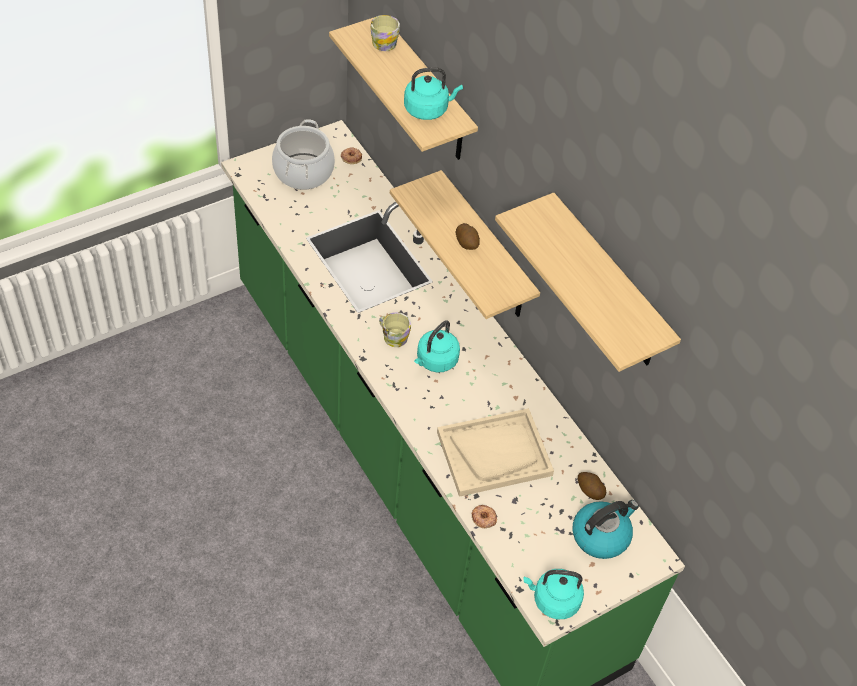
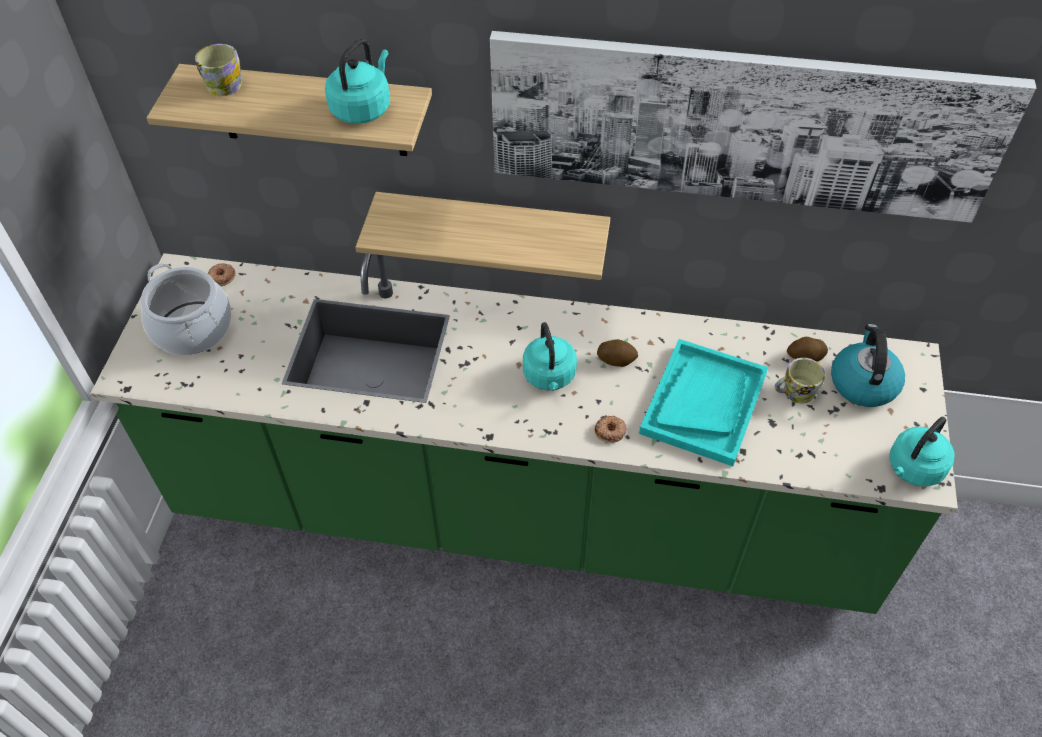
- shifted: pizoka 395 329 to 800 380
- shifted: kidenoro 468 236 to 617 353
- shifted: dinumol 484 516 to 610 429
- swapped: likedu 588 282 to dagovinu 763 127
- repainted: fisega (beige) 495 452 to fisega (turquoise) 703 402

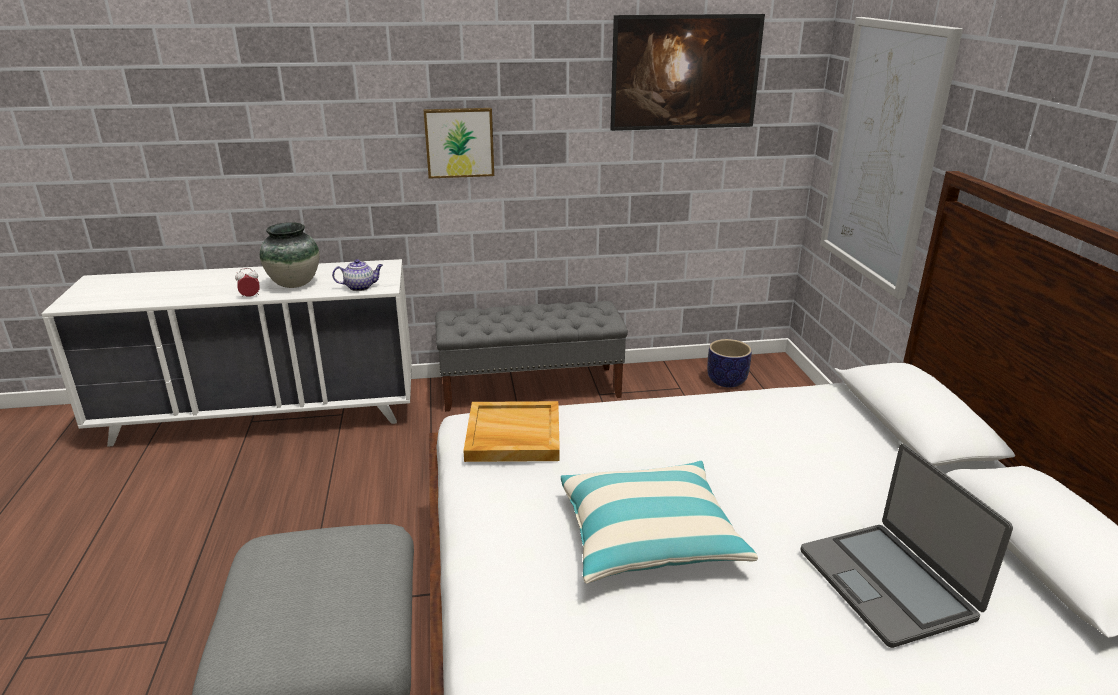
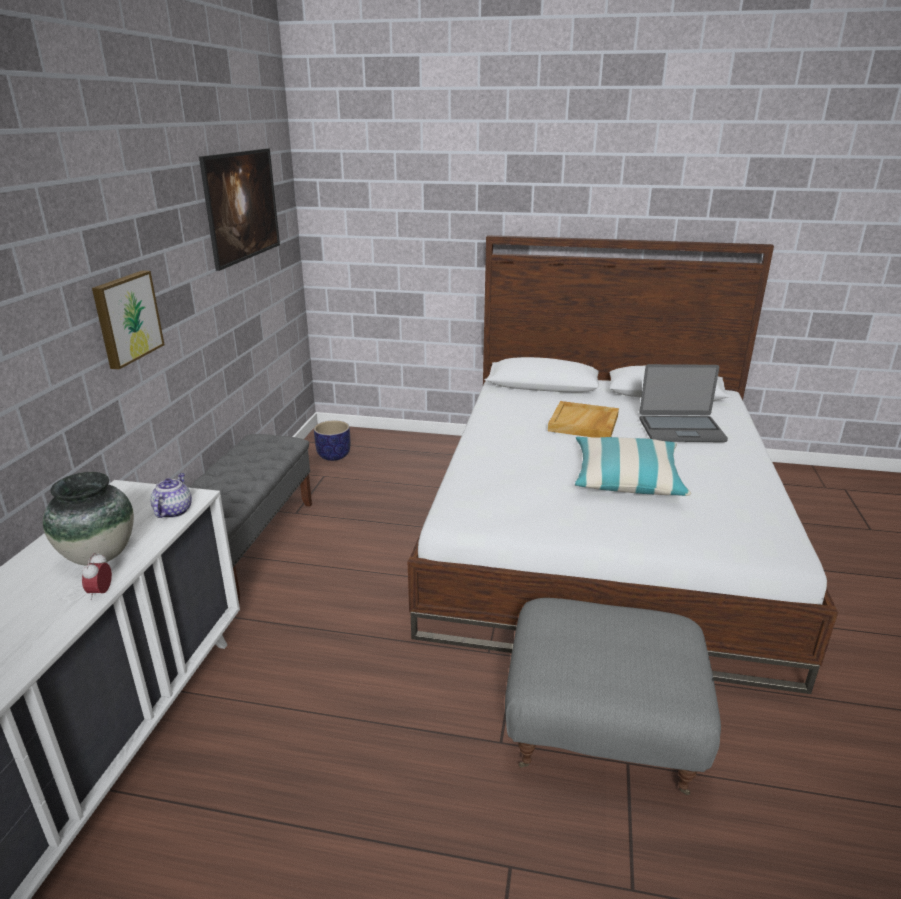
- gone: dagovinu 891 158
- shifted: fisega (beige) 511 431 to 583 419

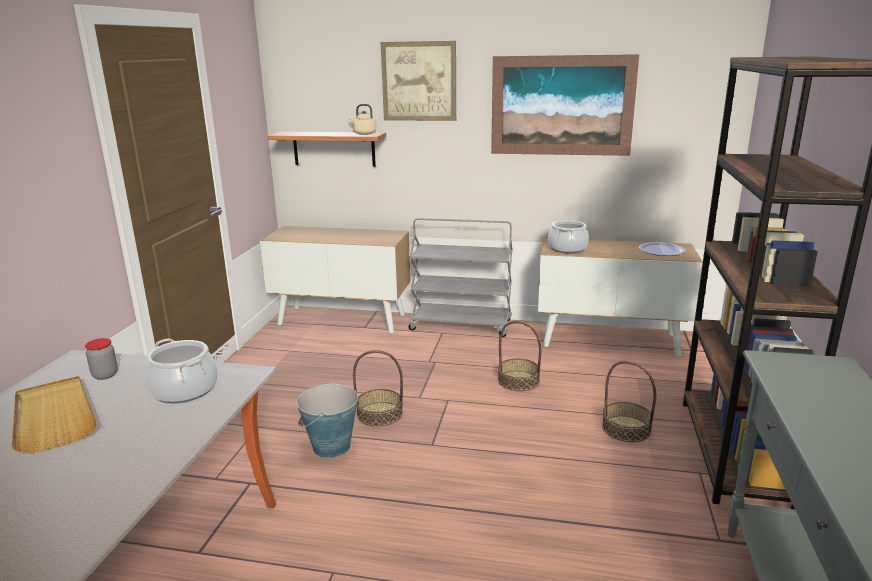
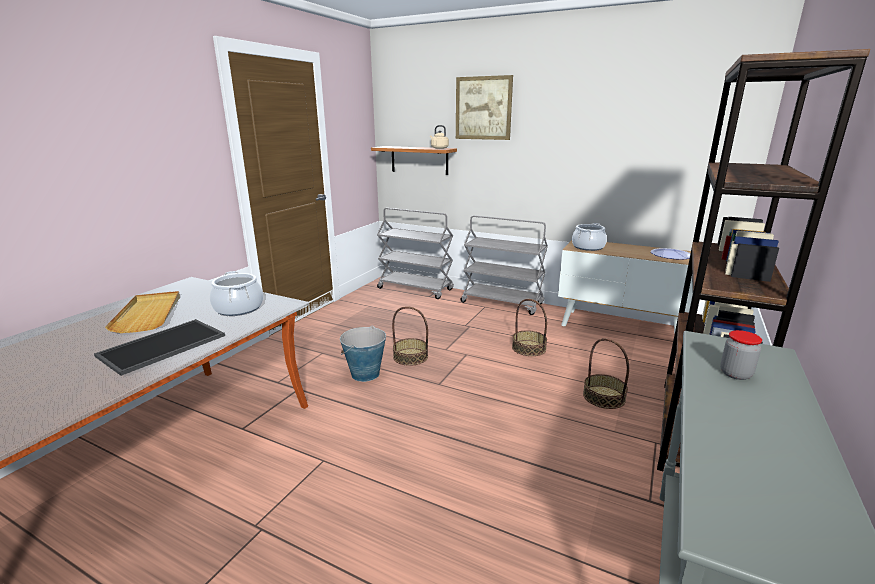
- gone: dagovinu 565 105
- new: fisega 159 347
- shifted: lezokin 101 359 to 741 355
- swapped: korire 335 279 to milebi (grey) 415 253

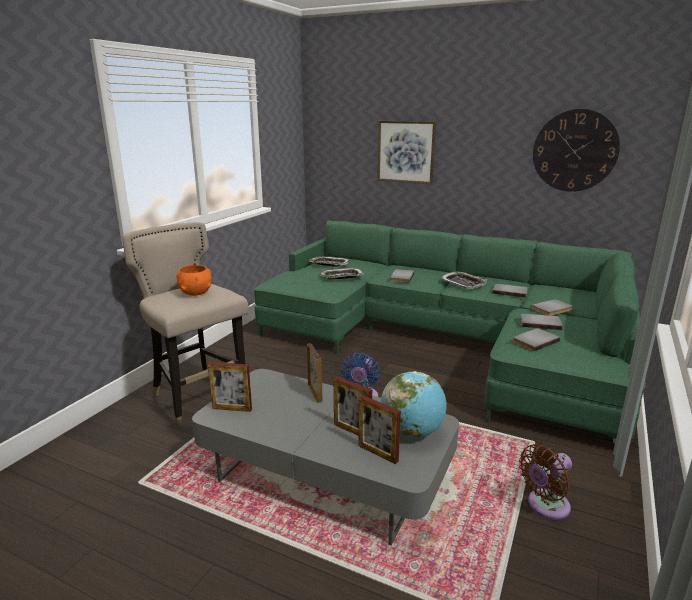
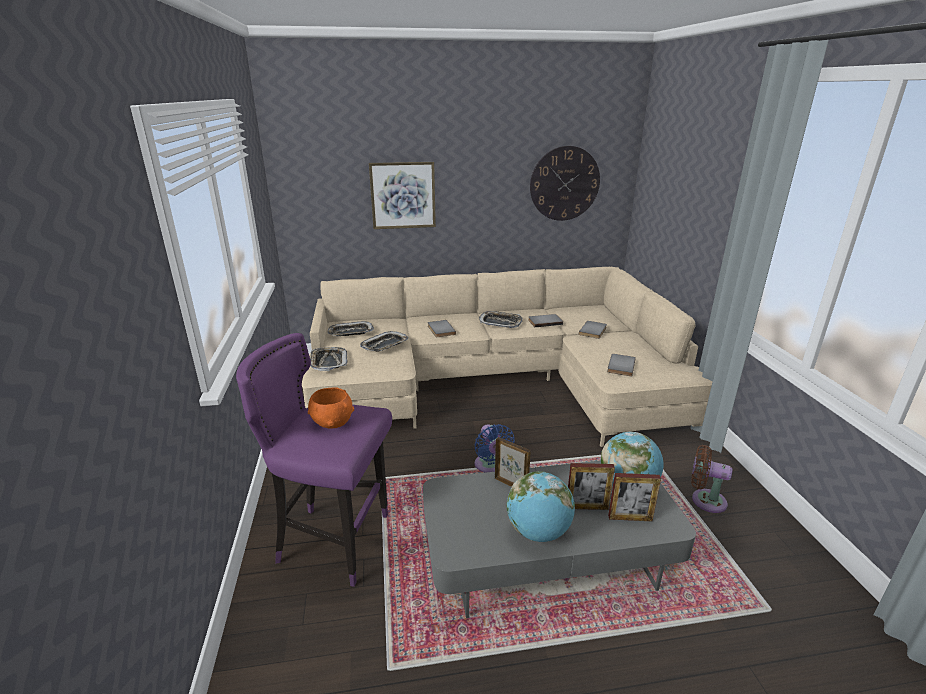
- gone: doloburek 230 387
- gone: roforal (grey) 541 321
- new: fisega 329 359
- new: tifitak 540 506
- repainted: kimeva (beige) 185 325 to kimeva (purple) 314 460
- repainted: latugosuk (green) 450 329 to latugosuk (beige) 507 357
- rotated: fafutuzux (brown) 545 481 = 711 479 90 degrees clockwise

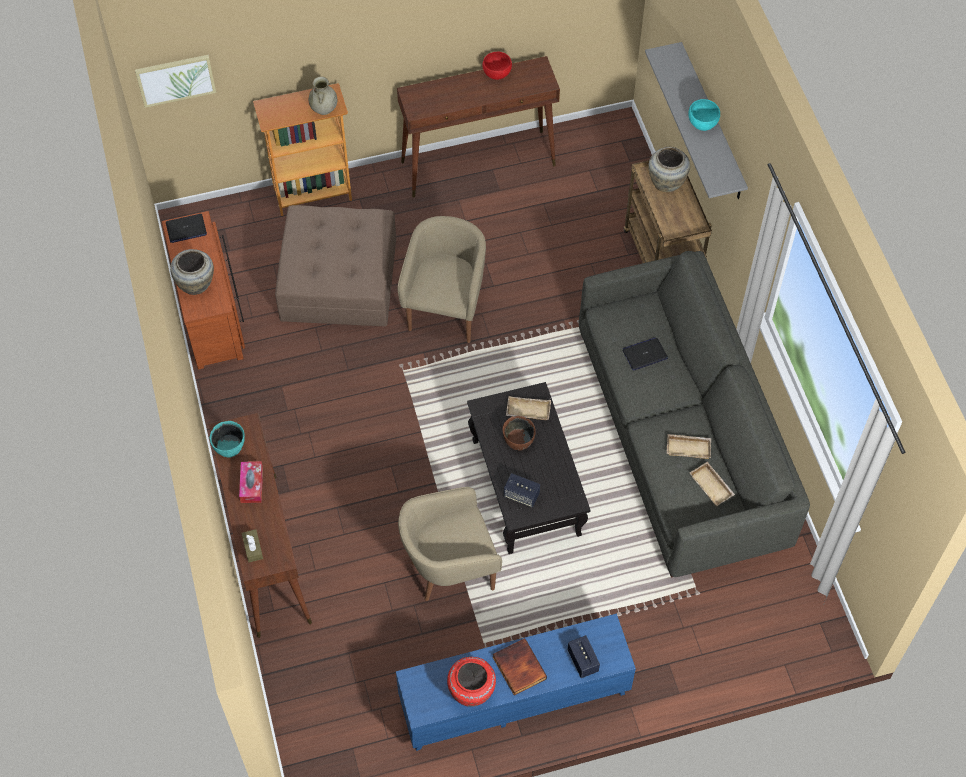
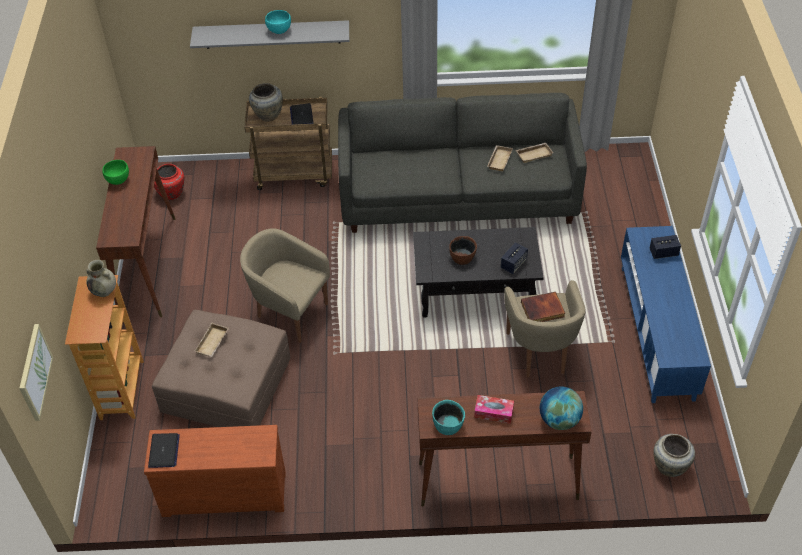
- shifted: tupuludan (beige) 192 272 to 674 455
- shifted: tupuludan (red) 471 682 to 169 182
- shifted: roforal 520 667 to 543 307
- shifted: fisega (beige) 528 408 to 211 339
- shifted: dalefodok 645 354 to 301 113
- swapped: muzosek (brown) 252 545 to tifitak 561 408
- repainted: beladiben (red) 497 66 to beladiben (green) 115 172

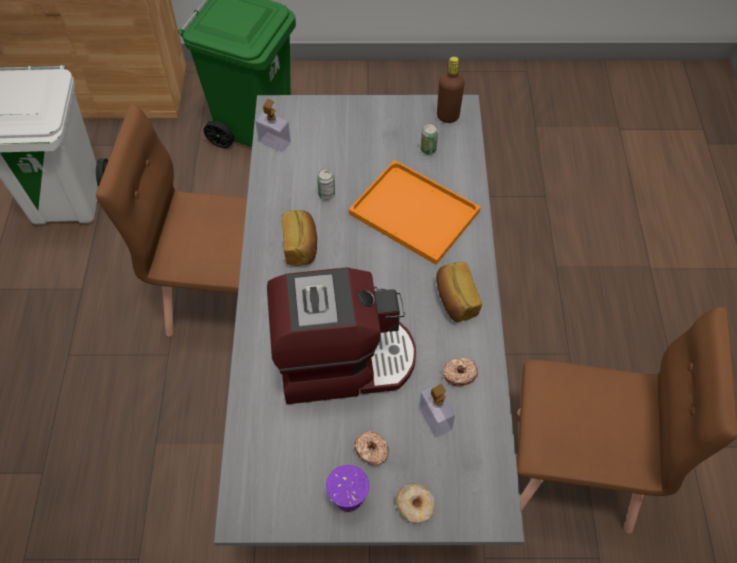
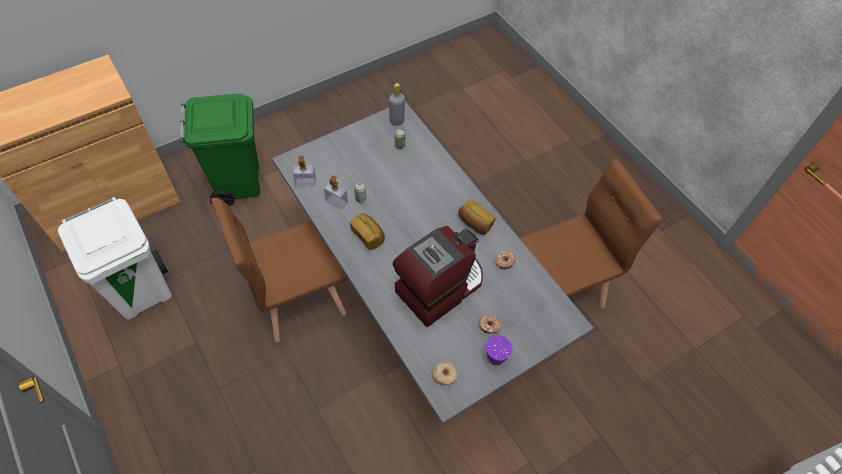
- gone: fisega (orange) 415 212
- shifted: dinumol 415 504 to 444 373
- shifted: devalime 437 410 to 336 192
- repainted: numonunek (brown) 451 89 to numonunek (grey) 397 104

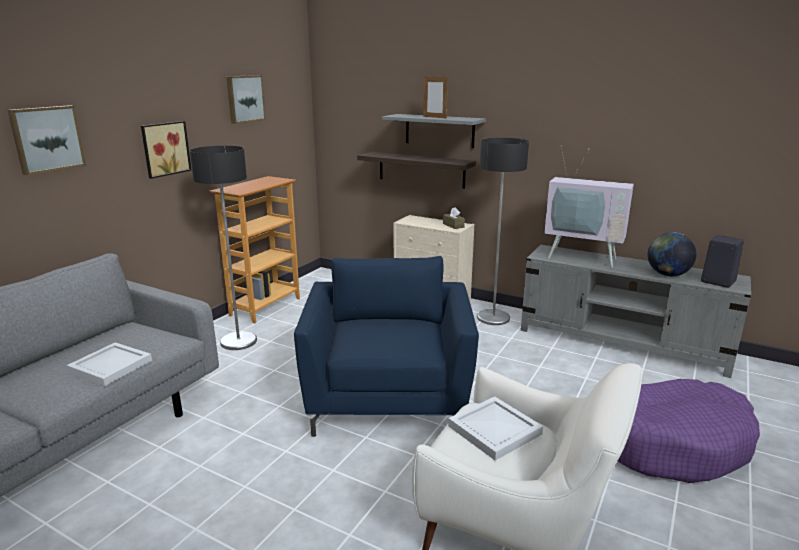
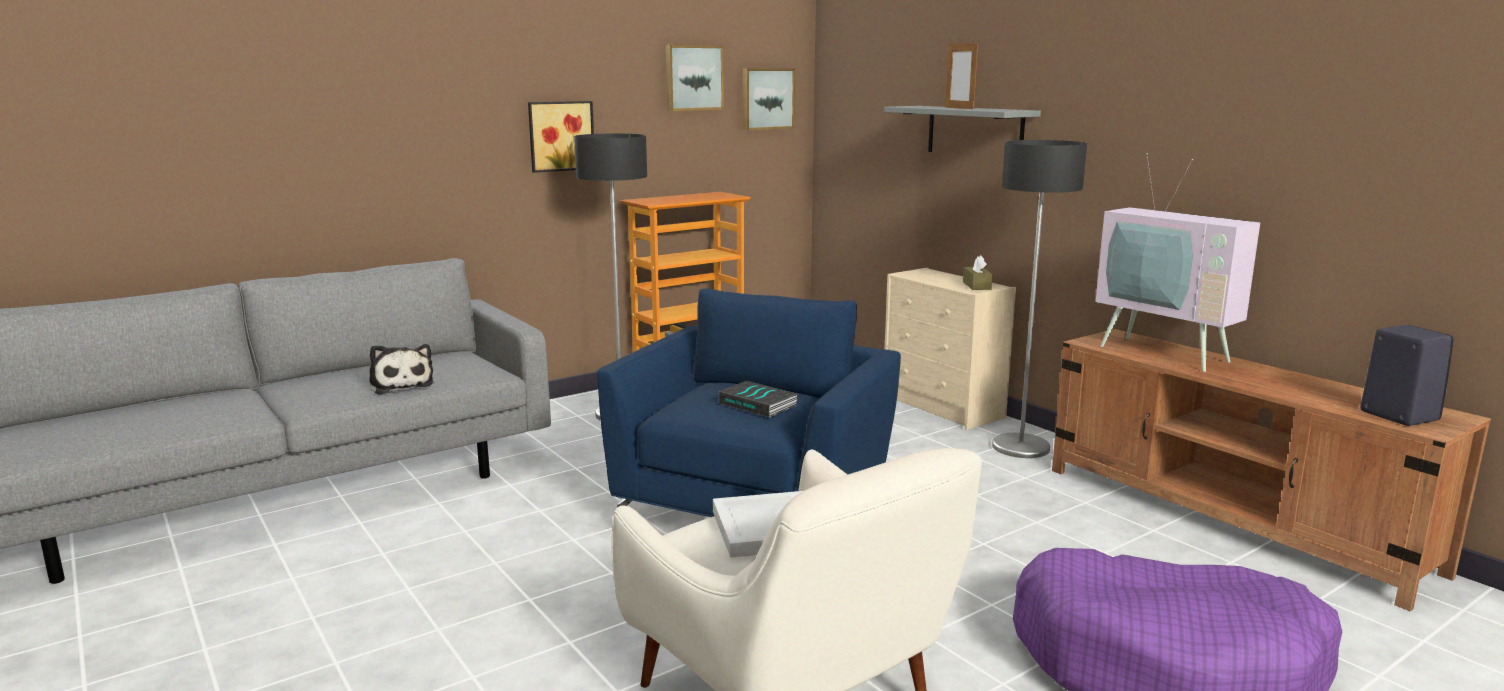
- gone: likedu 416 170
- gone: tifitak 672 254
- new: roforal 758 399
- shifted: dagovinu 47 140 to 769 99
- swapped: fisega (white) 109 364 to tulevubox 401 369
- repainted: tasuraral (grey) 636 311 to tasuraral (brown) 1271 470

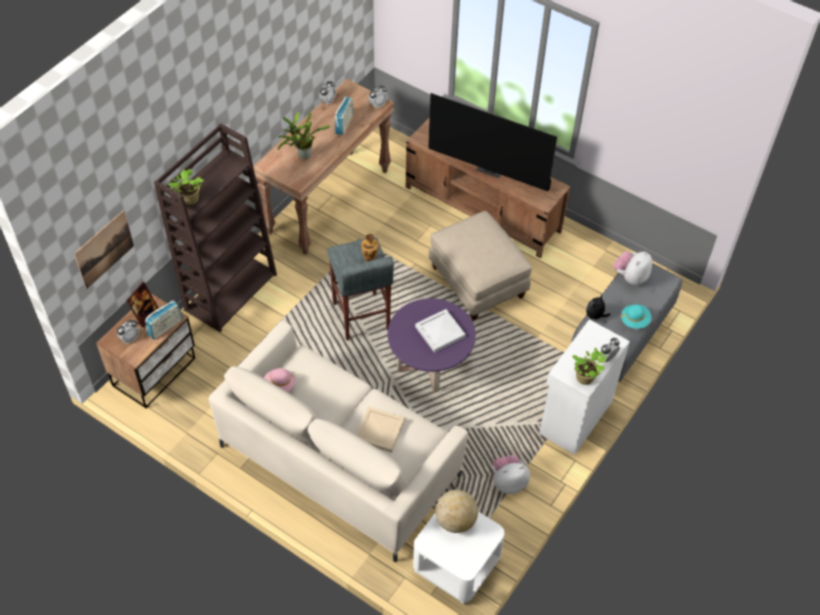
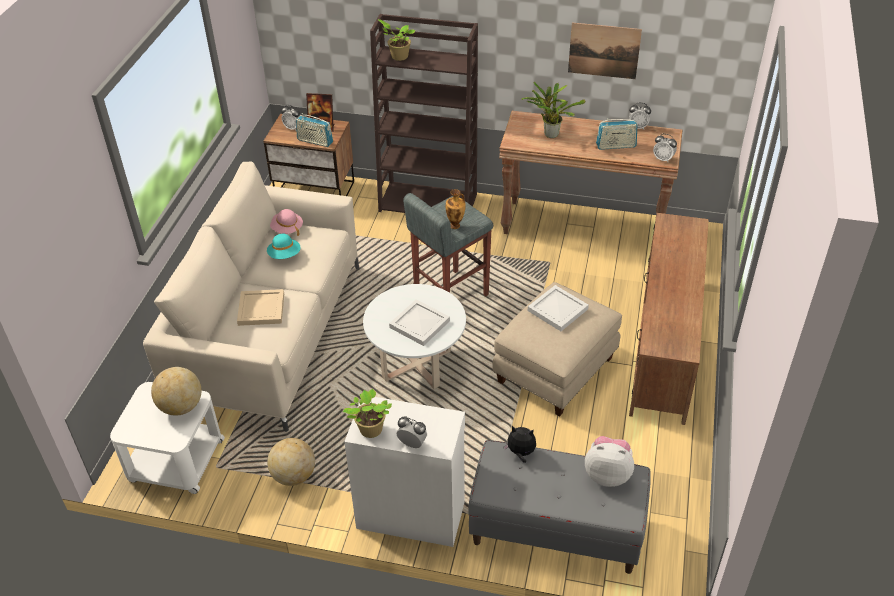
- gone: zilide 492 142
- new: fisega (white) 558 308
- shifted: dagovinu 104 249 to 605 51
- shifted: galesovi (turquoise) 636 316 to 283 246
- swapped: tulevubox 511 474 to tifitak 291 462
- repainted: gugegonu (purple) 432 345 to gugegonu (white) 414 336

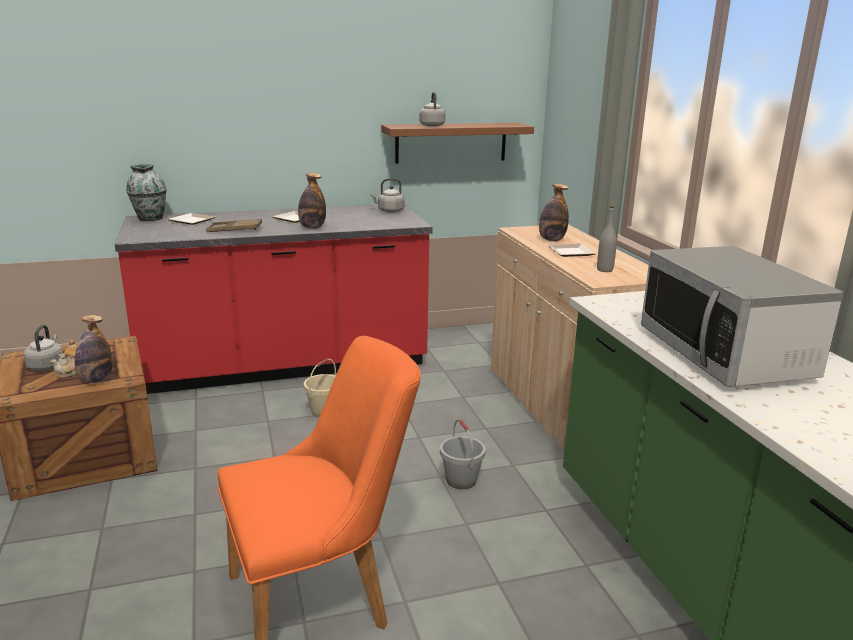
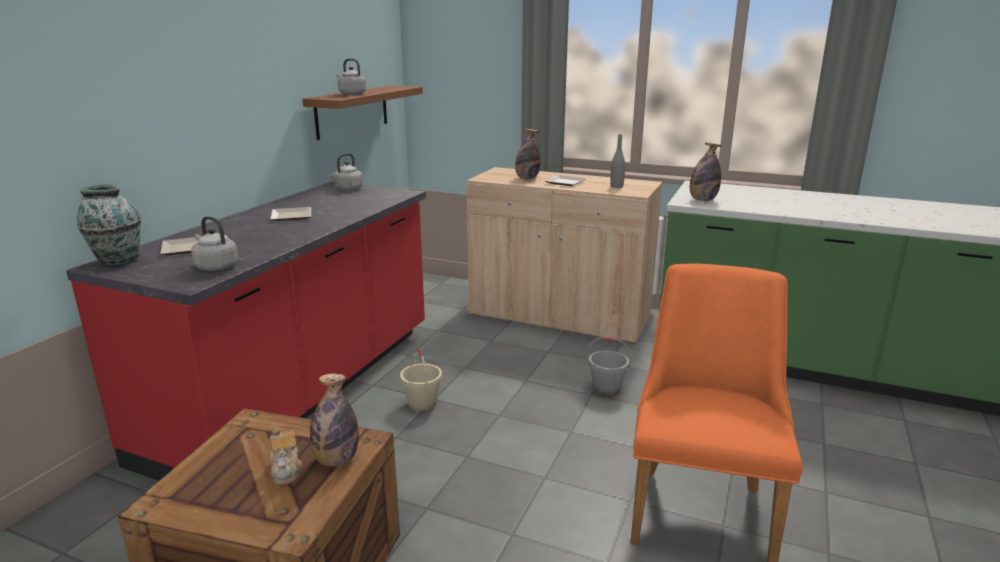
- gone: fisega (brown) 234 225
- gone: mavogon 742 316
- shifted: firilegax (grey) 43 348 to 214 243
- shifted: numonunek 312 201 to 705 171

